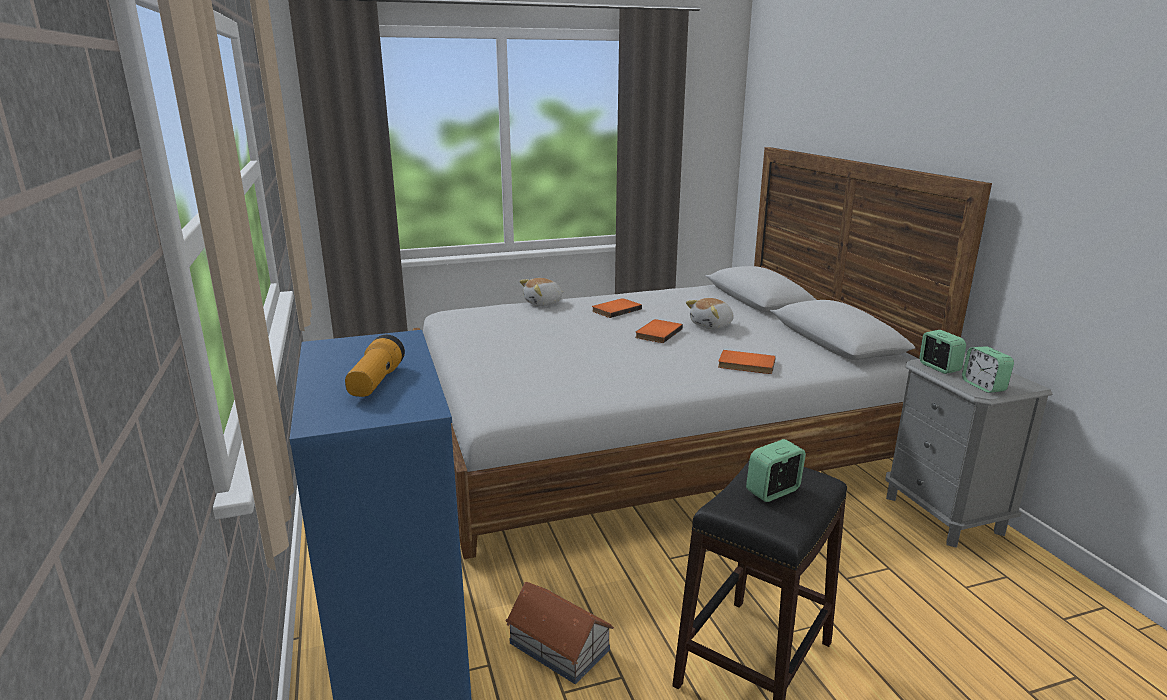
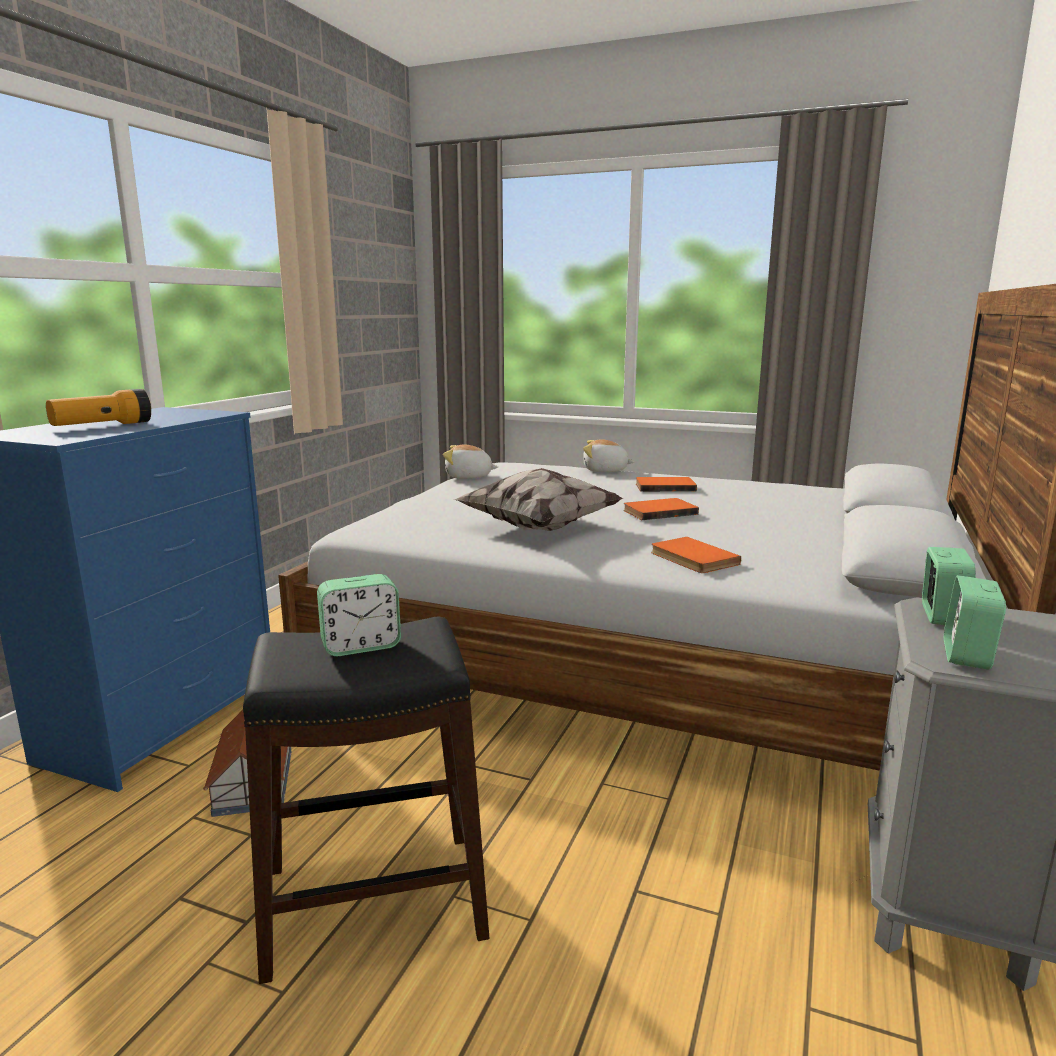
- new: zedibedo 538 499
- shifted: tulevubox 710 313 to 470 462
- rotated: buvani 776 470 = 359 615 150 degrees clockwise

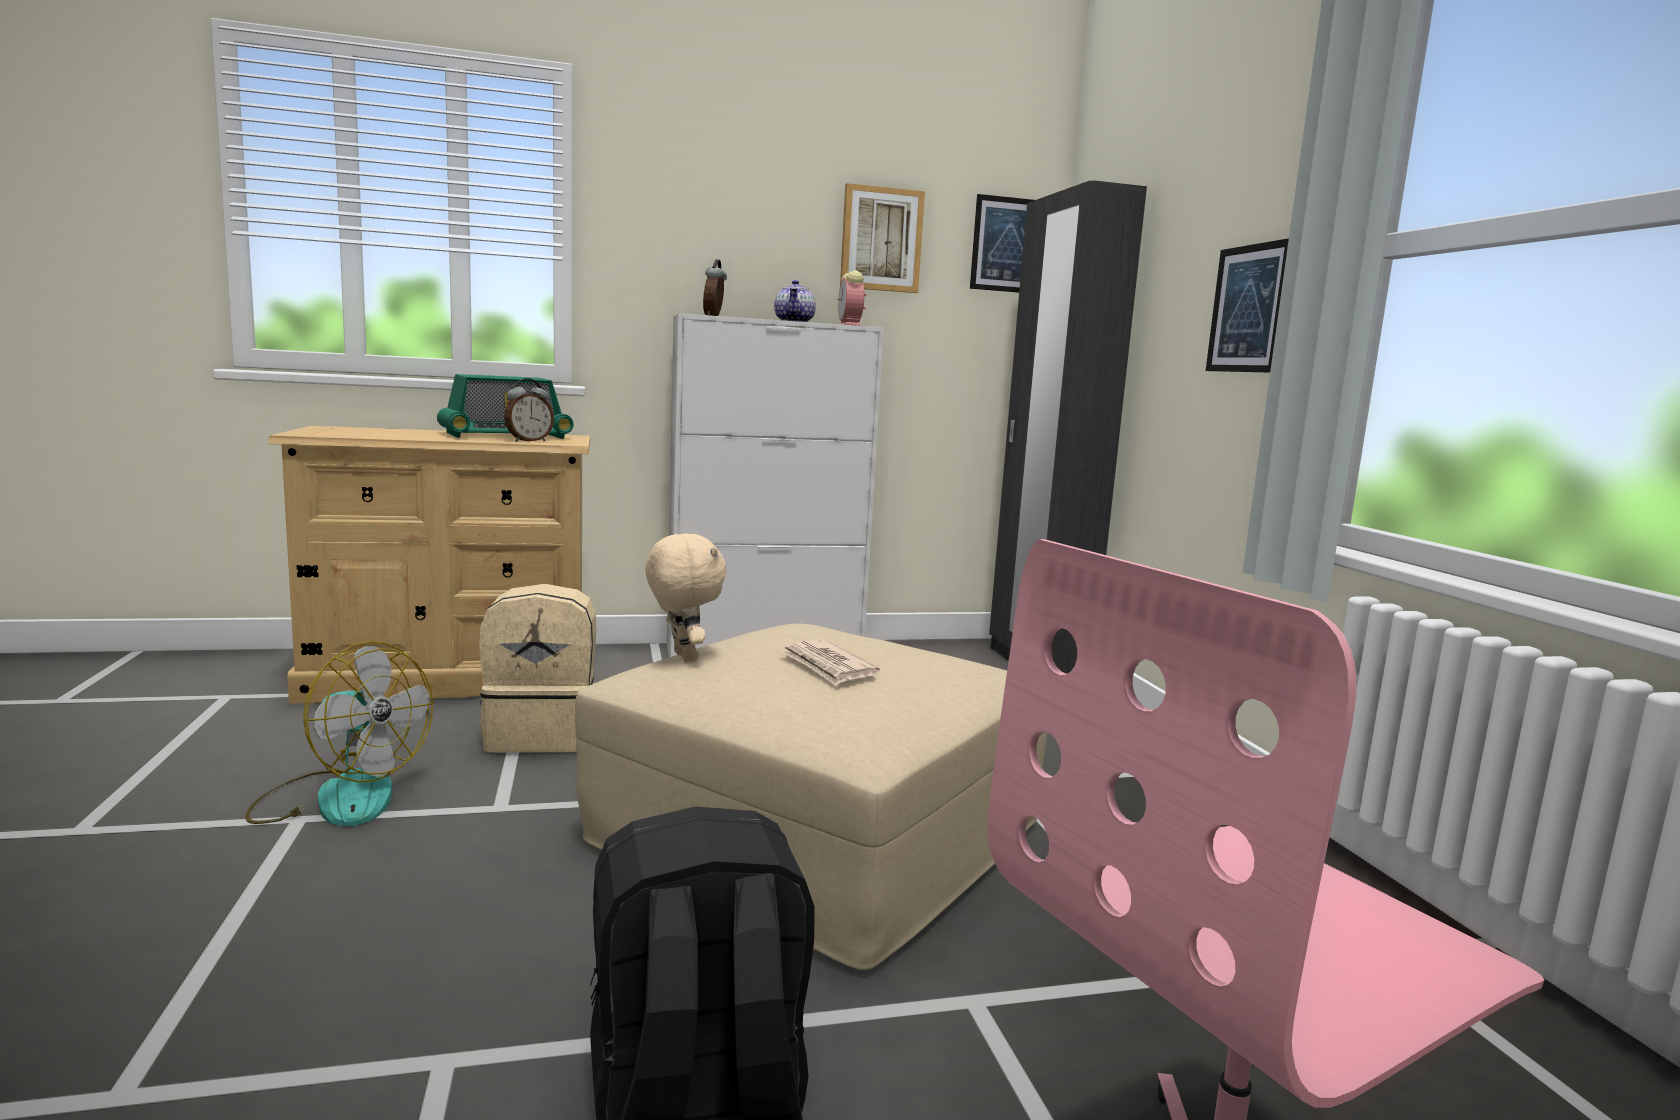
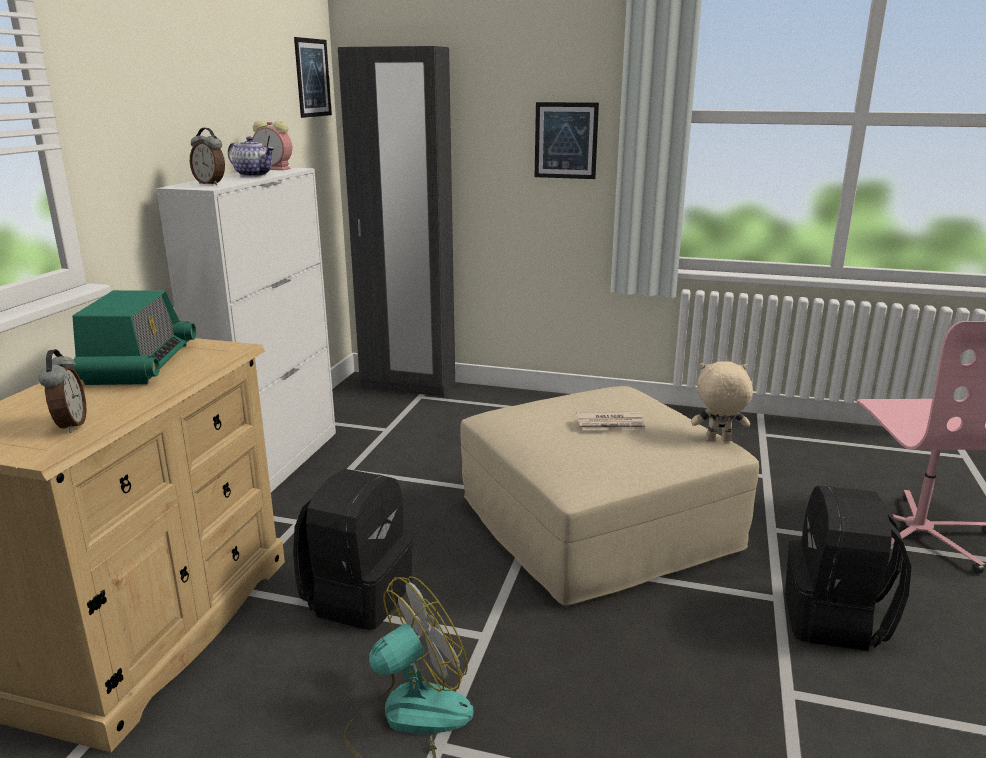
- gone: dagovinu 882 238
- shifted: buvani 529 410 to 62 391
- shifted: tulevubox (beige) 686 597 to 722 401
- repainted: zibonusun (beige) 537 668 to zibonusun (black) 353 549

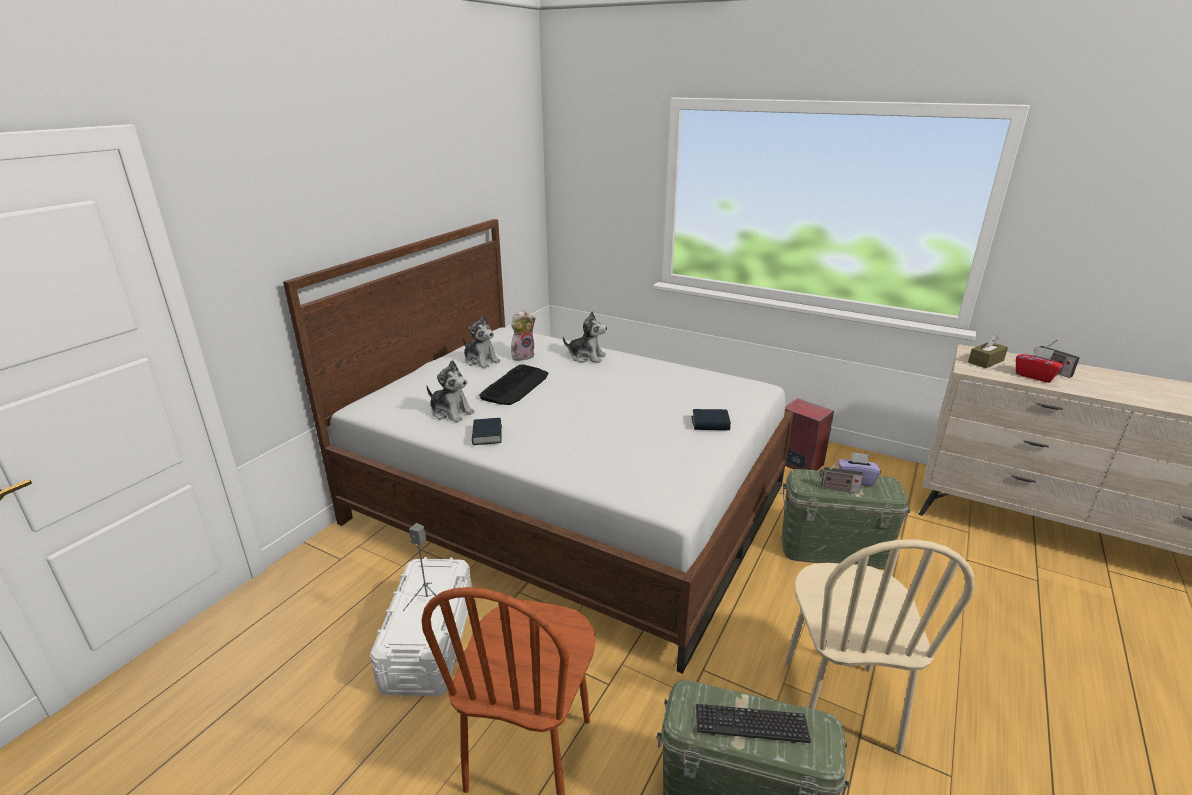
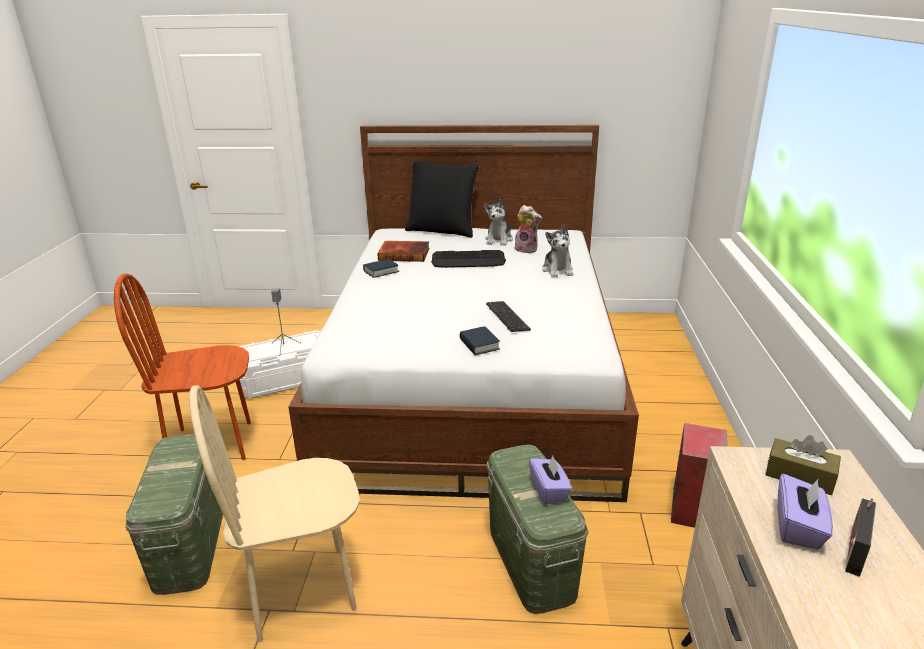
- gone: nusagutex 841 477
- new: zedibedo (black) 442 199
- shifted: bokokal 753 724 to 508 316
- swapped: tulevubox 450 391 to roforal 403 251
- repainted: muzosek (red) 1040 364 to muzosek (purple) 805 512

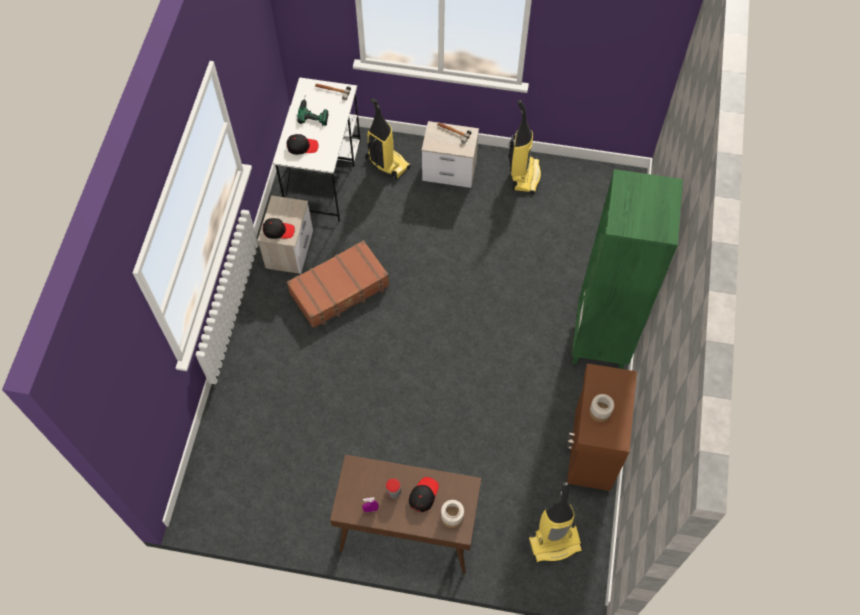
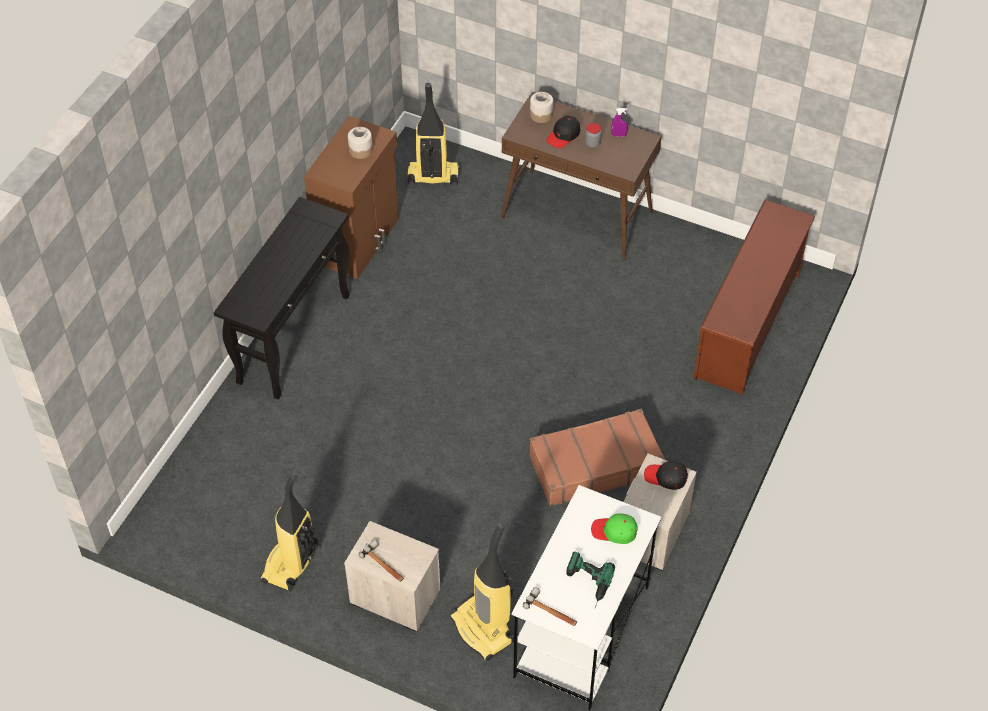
- new: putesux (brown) 754 297
- swapped: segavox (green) 627 269 to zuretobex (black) 282 298
- repainted: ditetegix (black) 302 144 to ditetegix (green) 614 528

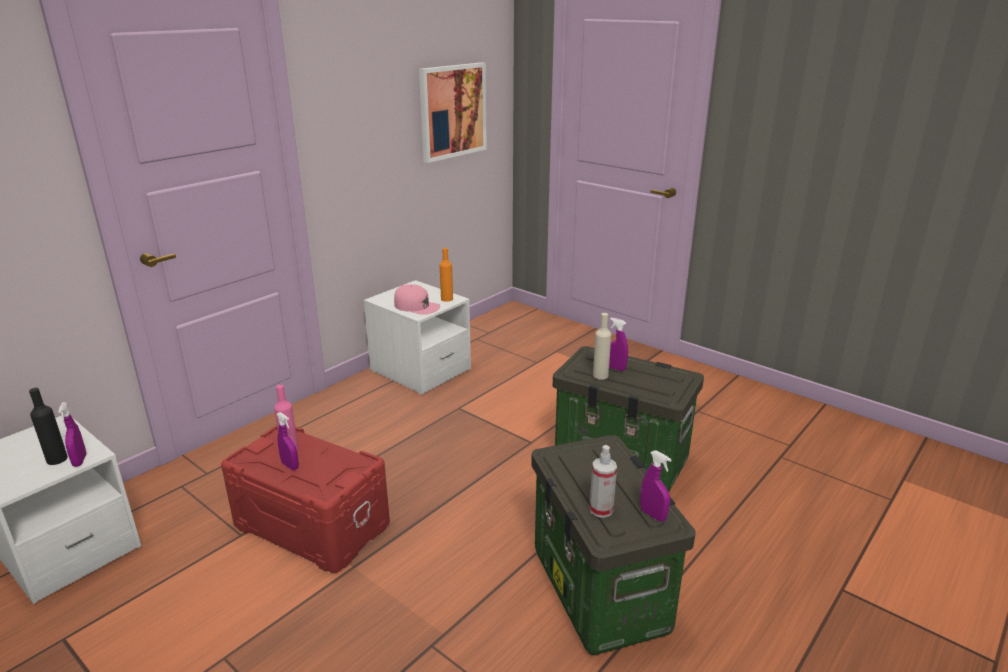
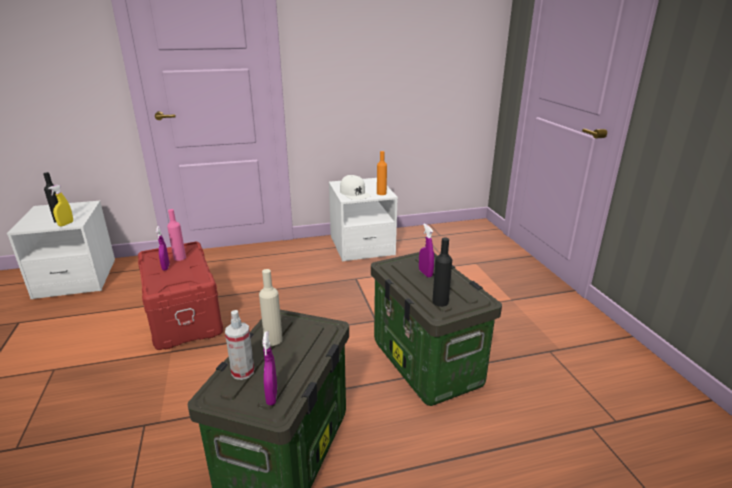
- gone: dagovinu 453 112
- new: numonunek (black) 442 272
- shifted: numonunek (beige) 602 346 to 271 307
- repainted: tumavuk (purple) 72 434 to tumavuk (yellow) 60 206
- repainted: ditetegix (pink) 417 299 to ditetegix (white) 355 187

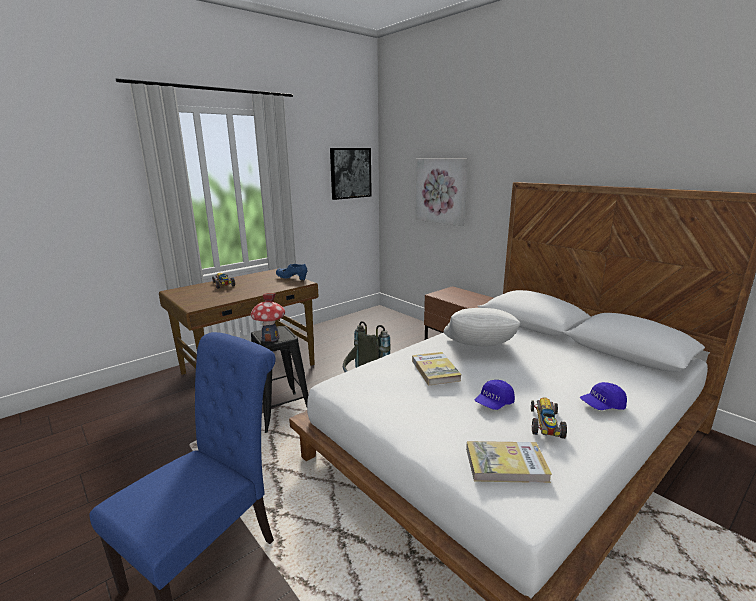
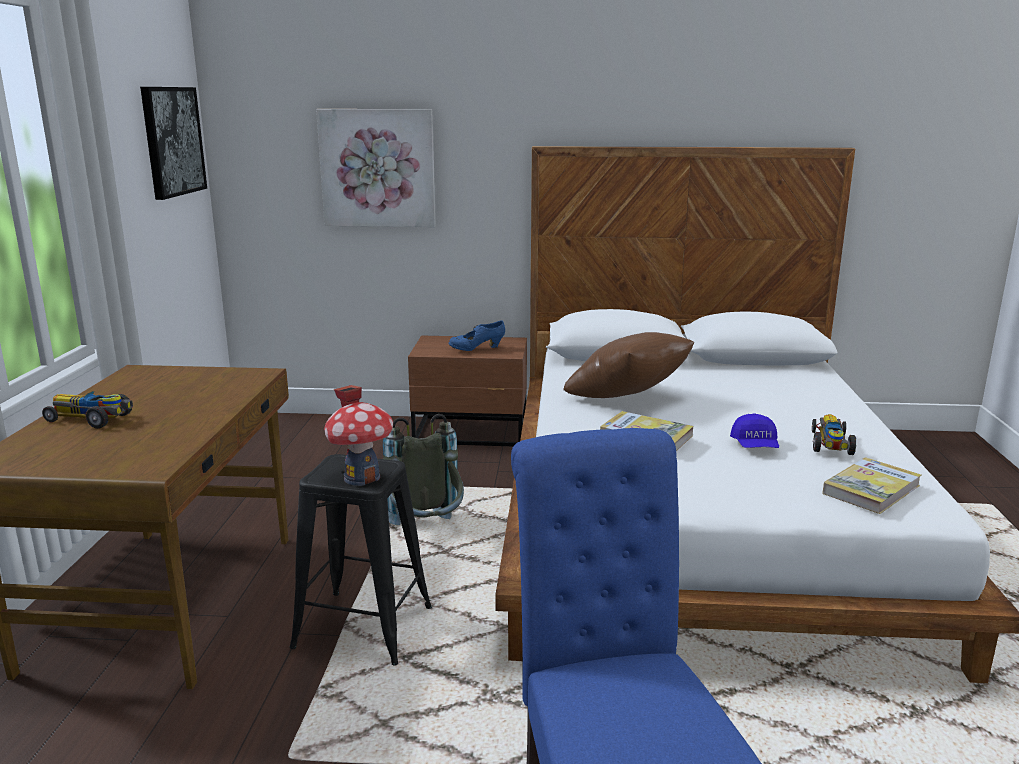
- gone: ditetegix (blue) 603 396
- shifted: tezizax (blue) 291 272 to 477 336
- repainted: zedibedo (white) 482 327 to zedibedo (brown) 628 365
- rotated: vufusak 549 418 = 834 434 45 degrees clockwise

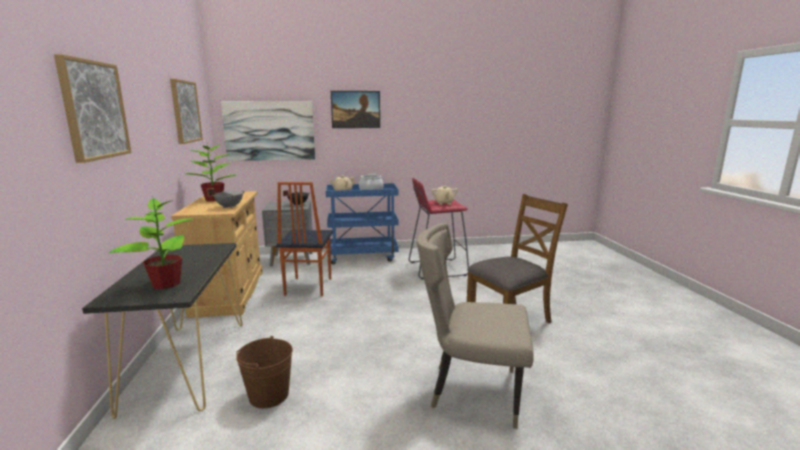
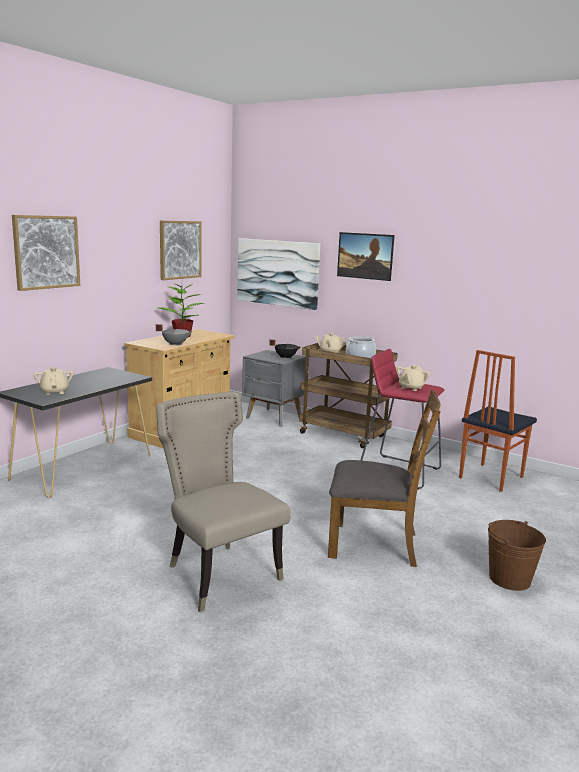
- shifted: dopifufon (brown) 264 372 to 517 555
- shifted: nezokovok 304 239 to 498 421
- swapped: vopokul 150 242 to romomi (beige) 53 381
- repainted: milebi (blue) 362 224 to milebi (brown) 348 395

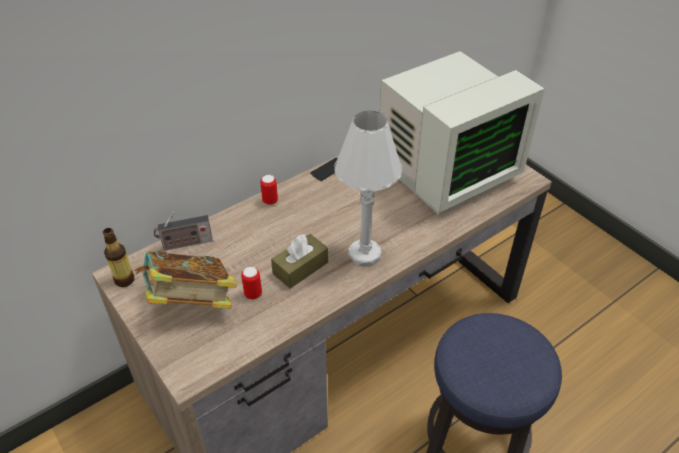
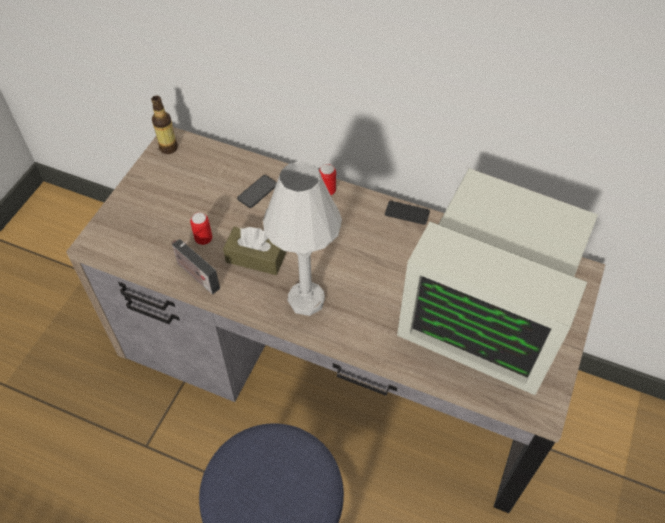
- gone: roforal 186 280
- new: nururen 257 191
- shifted: nusagutex 183 231 to 196 266

